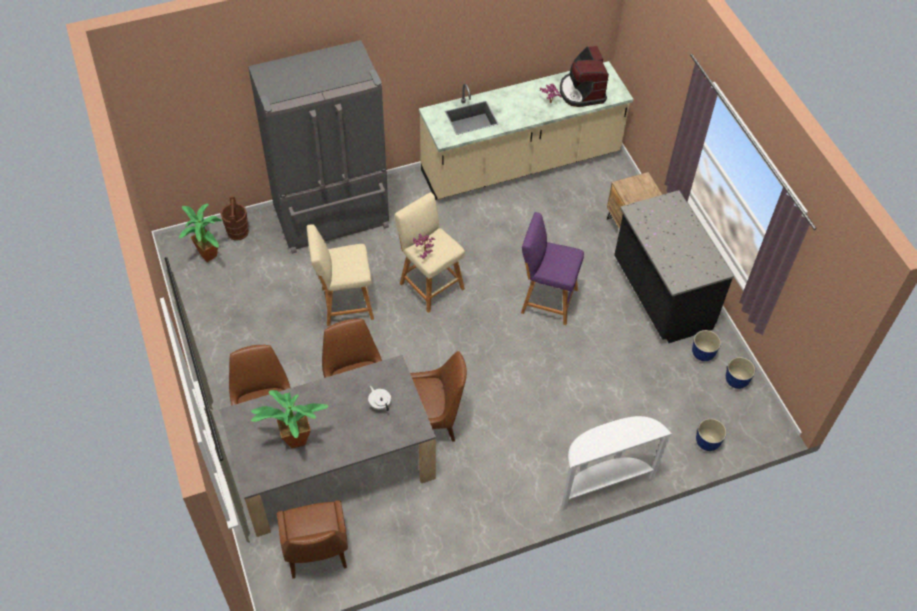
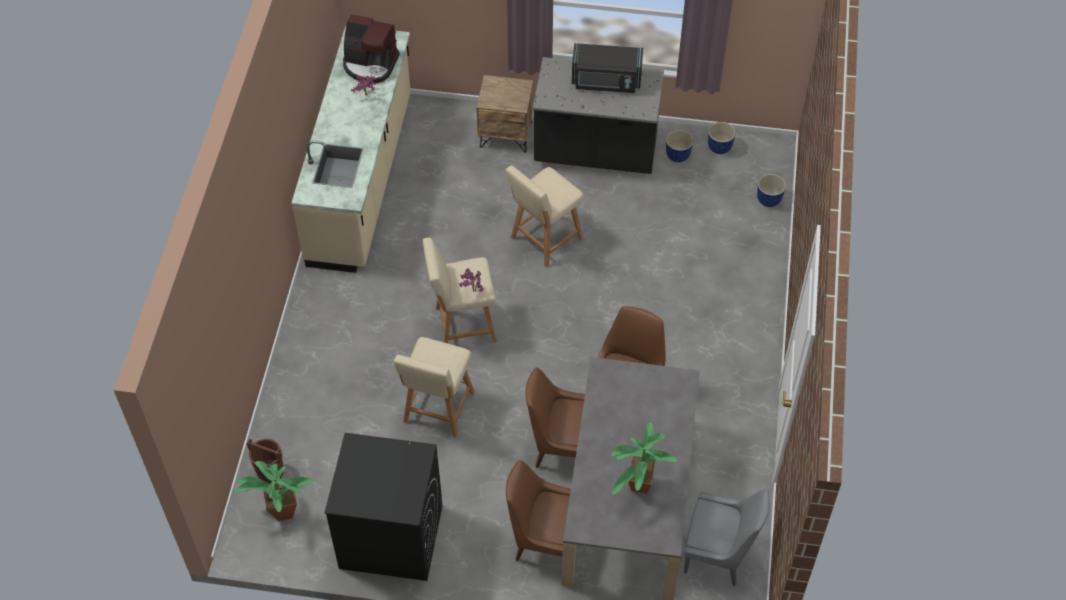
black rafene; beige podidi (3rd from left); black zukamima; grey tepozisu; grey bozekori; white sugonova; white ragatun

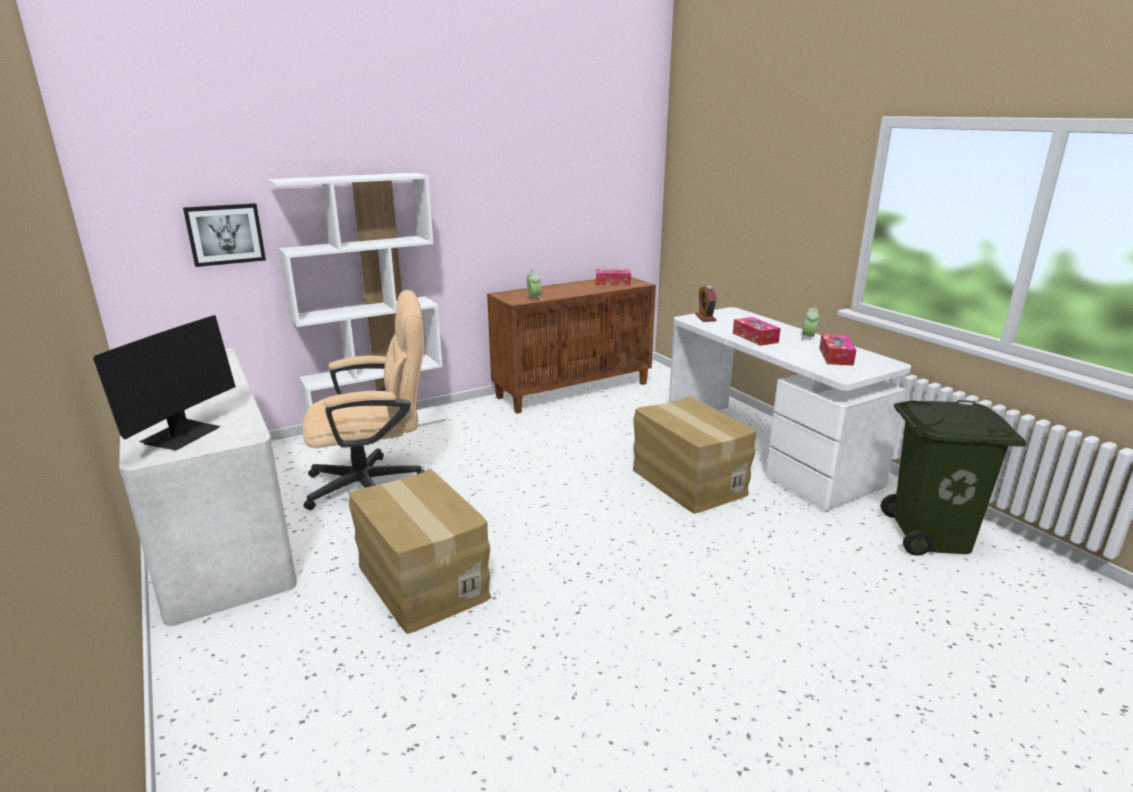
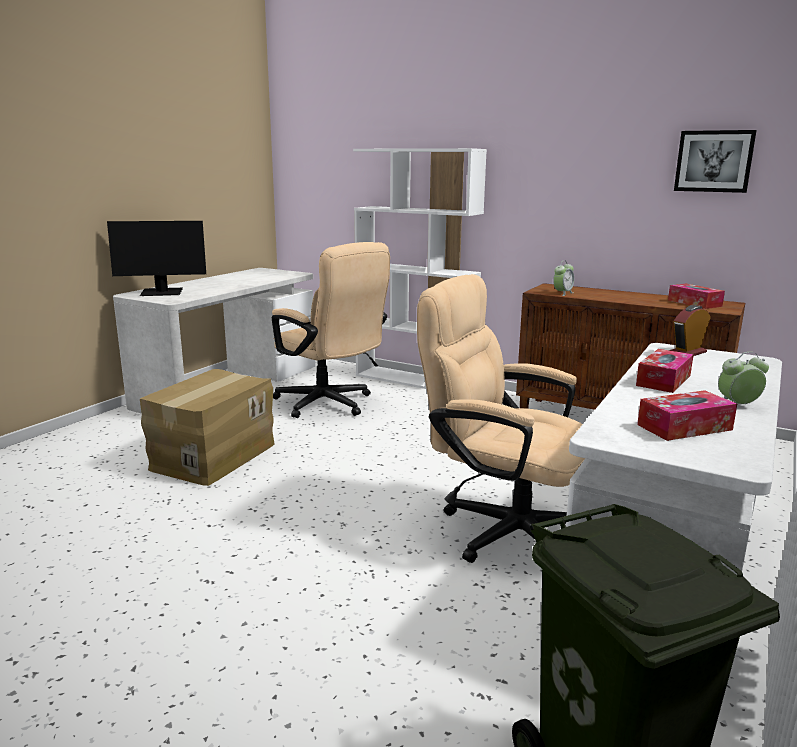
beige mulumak (2nd from left); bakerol

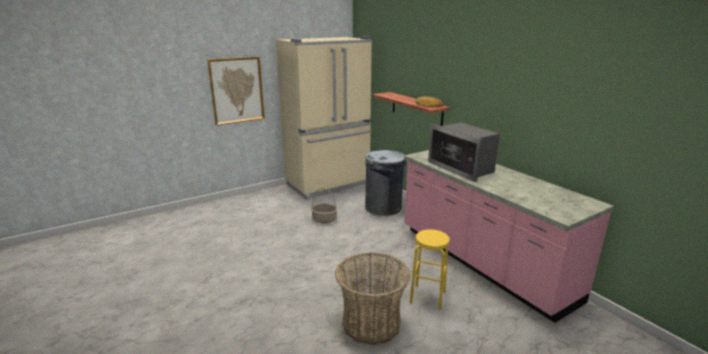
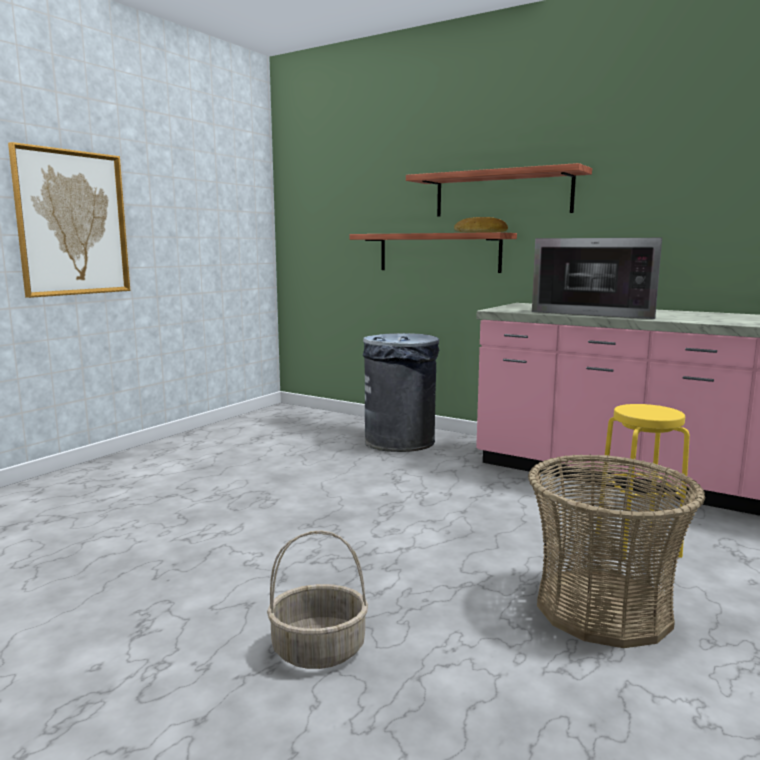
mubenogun (1st from left); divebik (2nd from left); beige bozekori

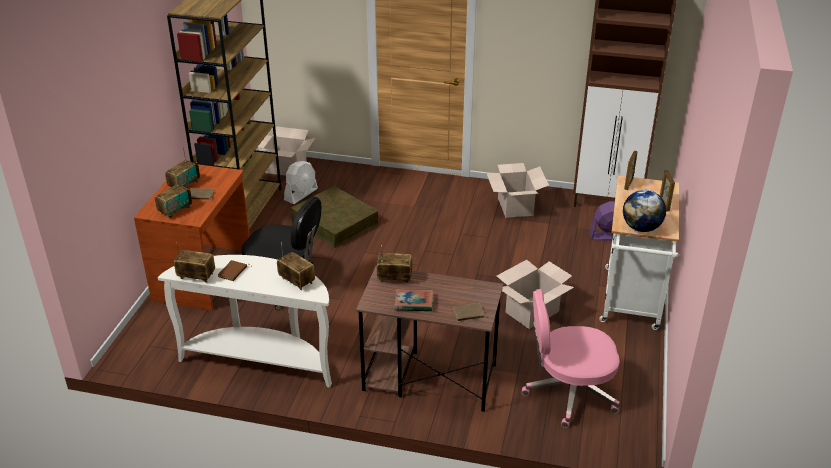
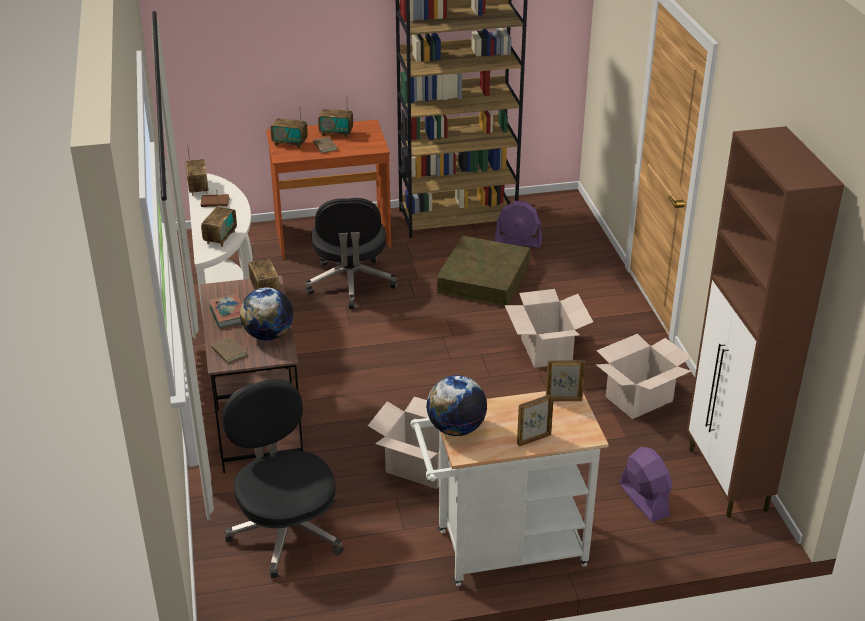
black mulumak (1st from left); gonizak (1st from left); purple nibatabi (1st from left); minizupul (2nd from left)

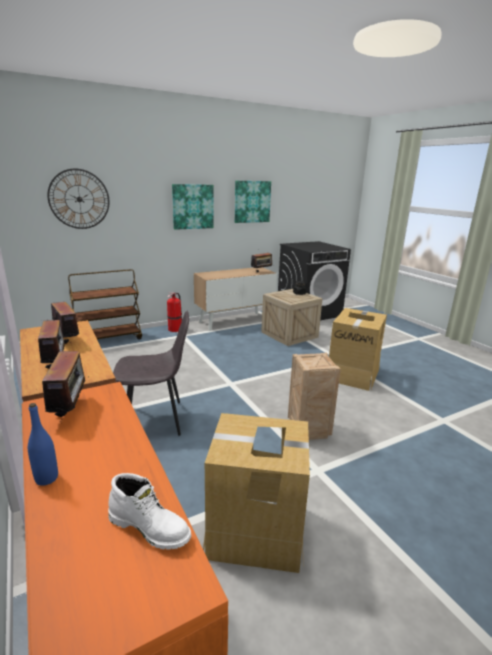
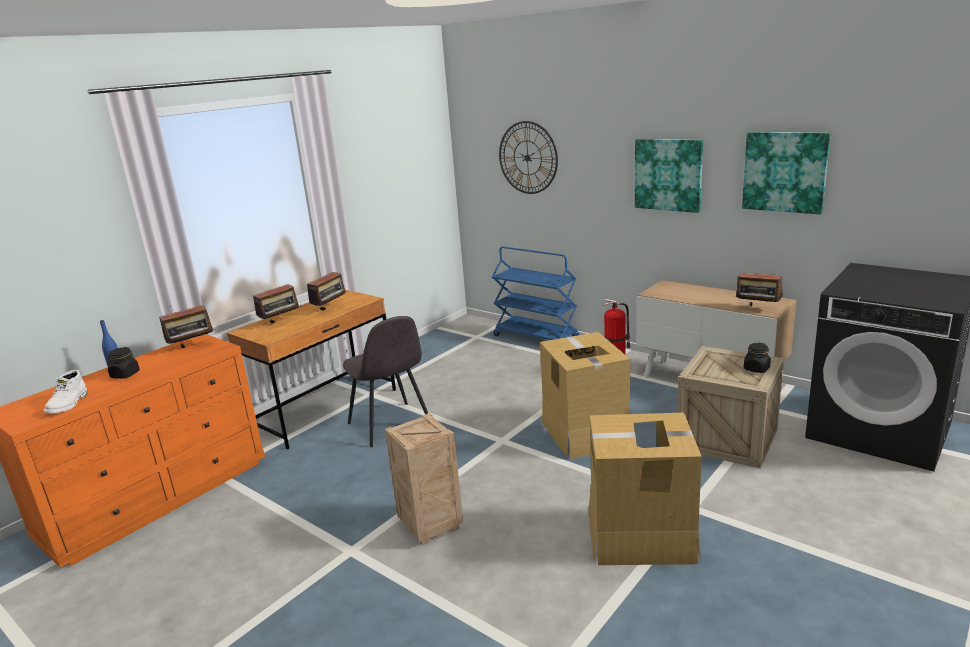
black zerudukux (1st from left); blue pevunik; minizupul (1st from left)

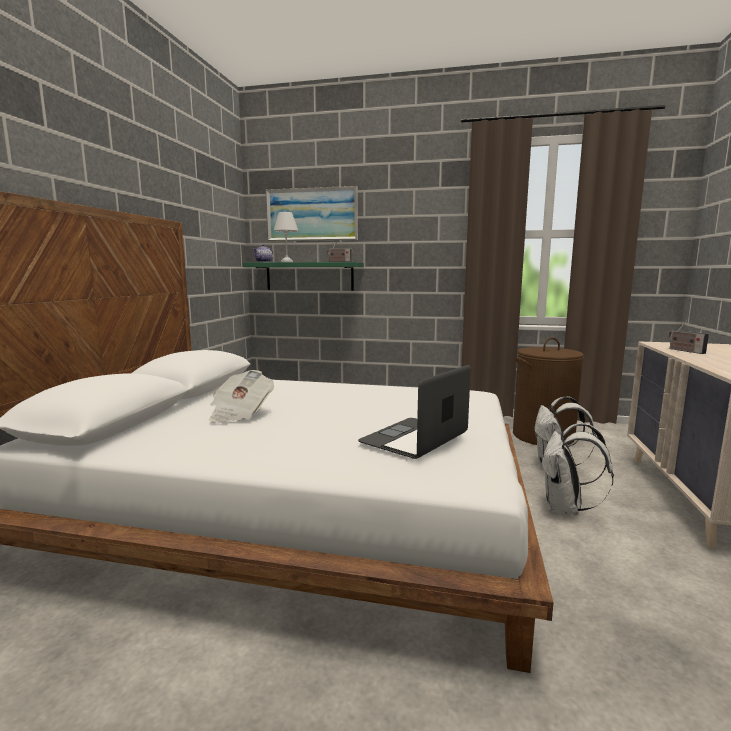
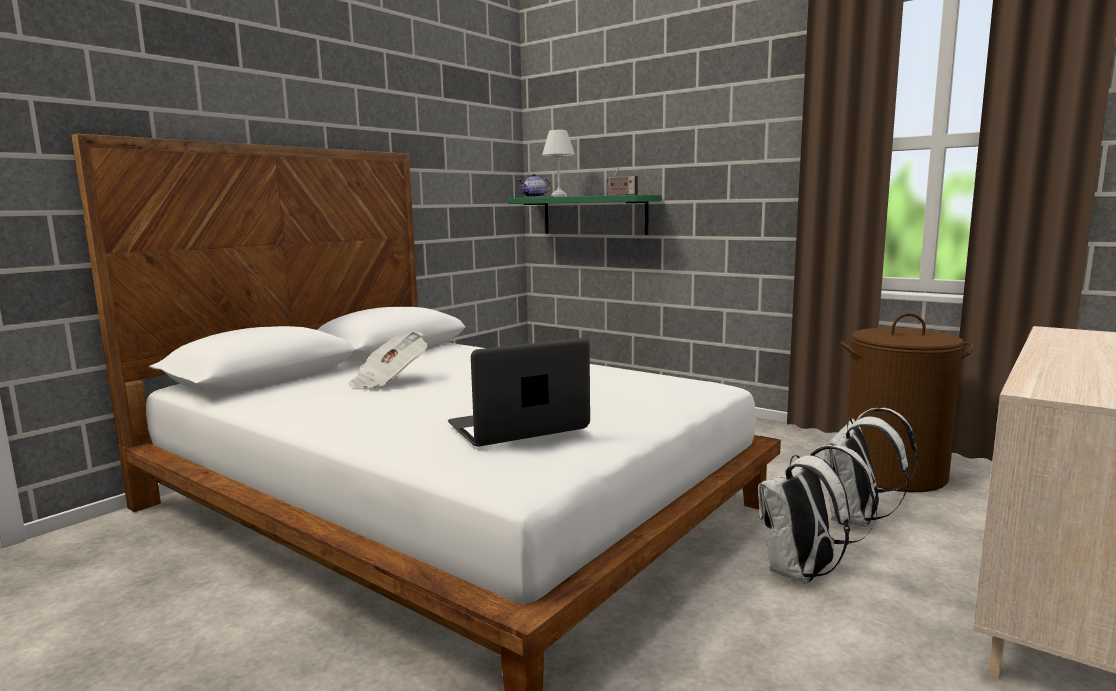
bakerol; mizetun (2nd from left in the first image)

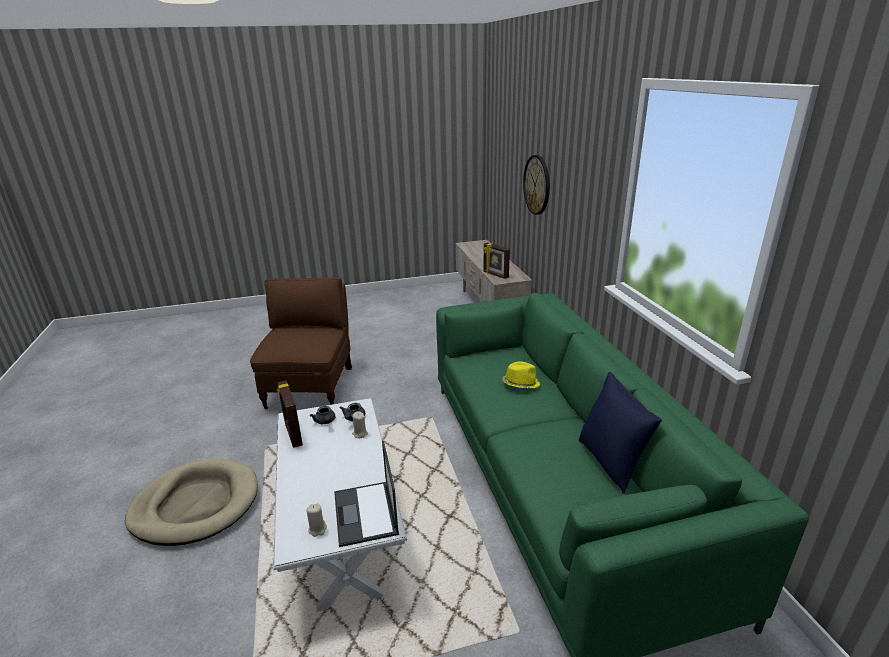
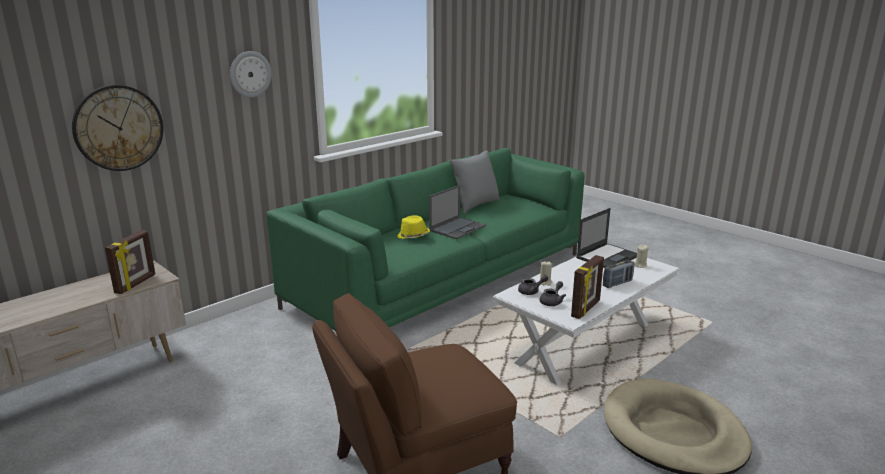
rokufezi (2nd from left); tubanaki (1st from left); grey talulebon; mizetun

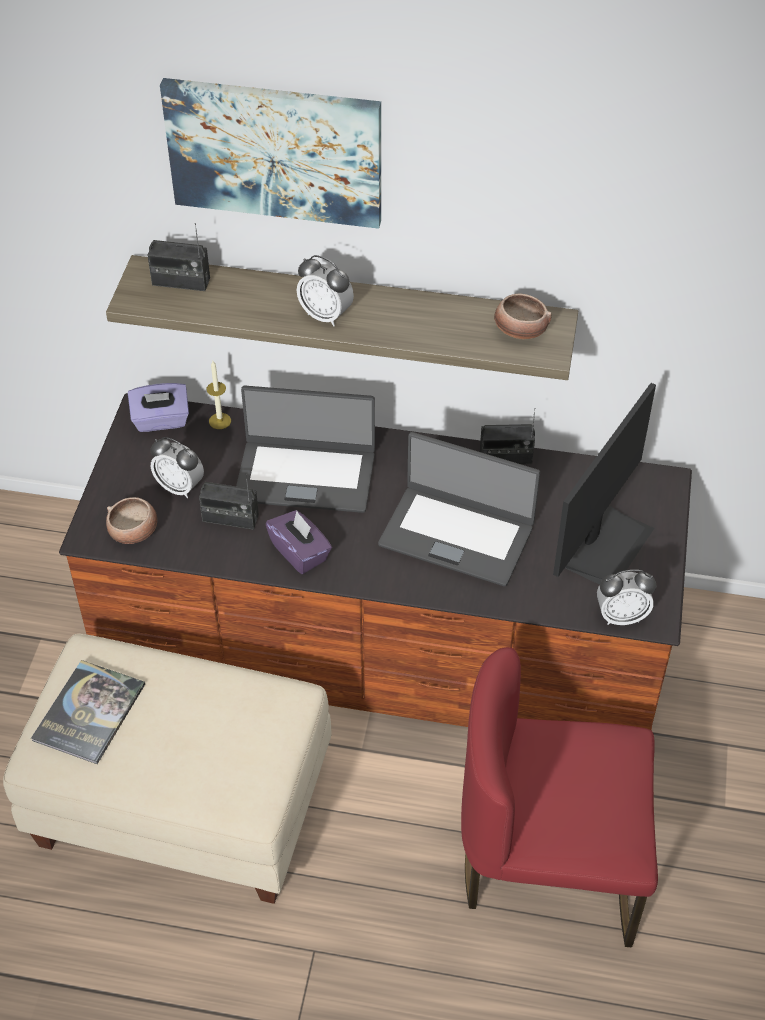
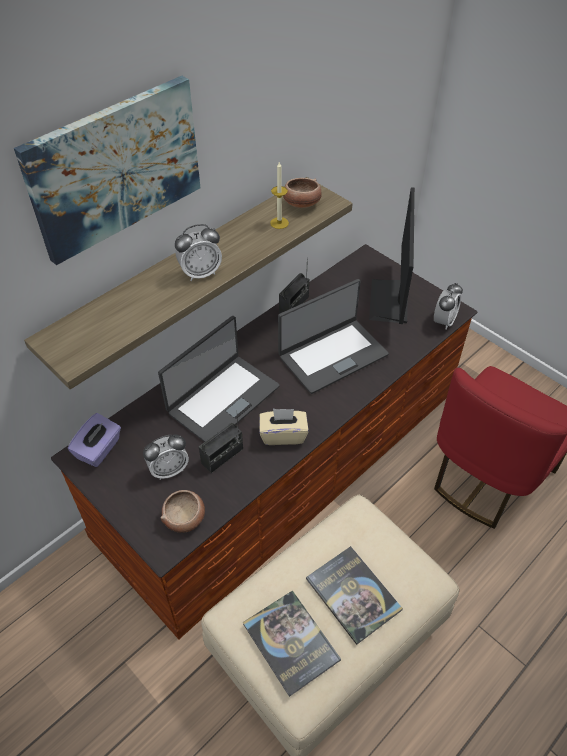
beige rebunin; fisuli; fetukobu (2nd from left); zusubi; mizetun (1st from left in the first image)

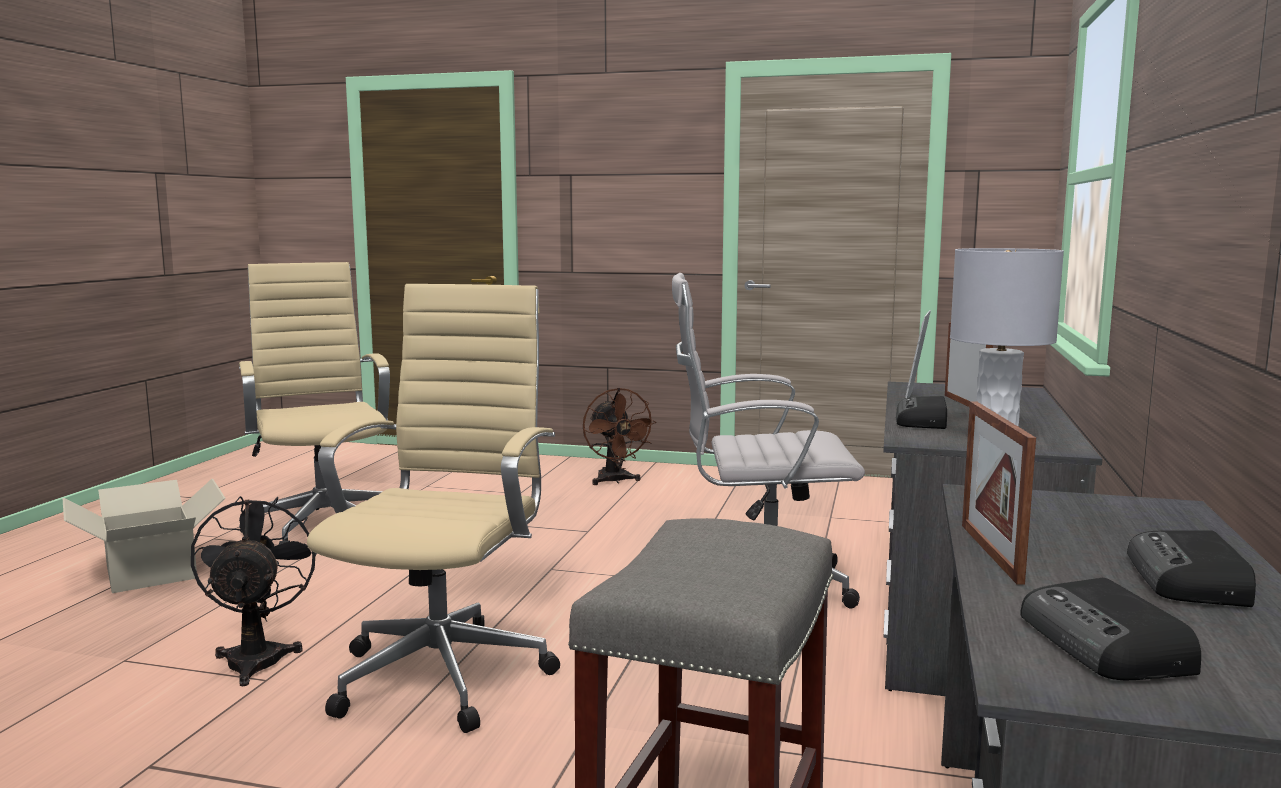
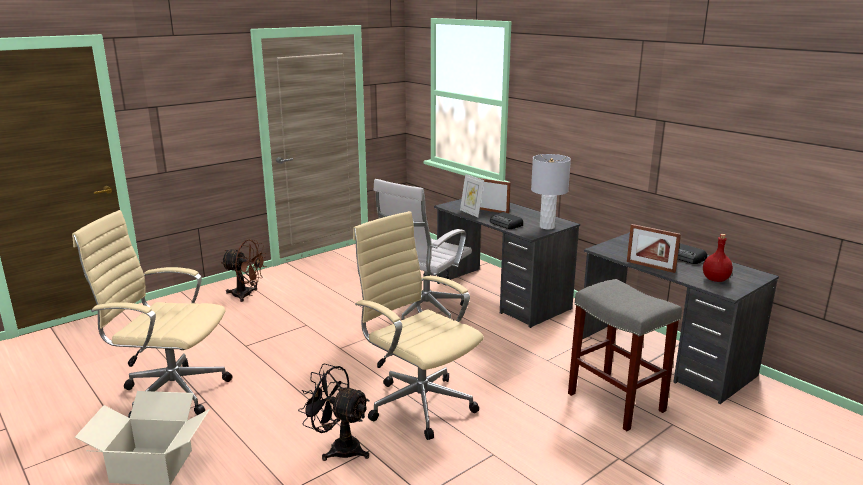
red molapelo

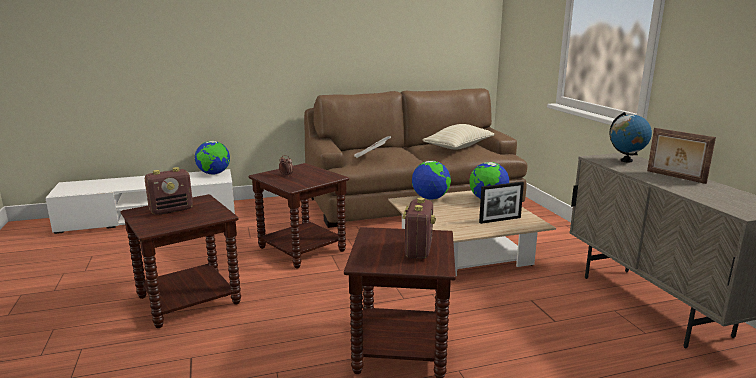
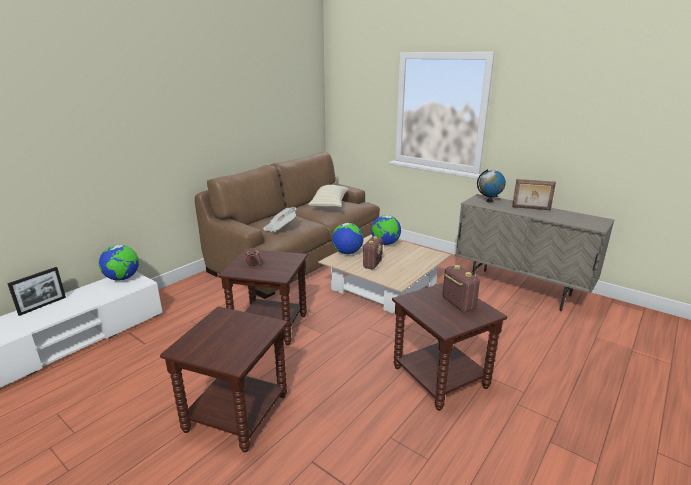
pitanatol (1st from left); mizetun (1st from left)

